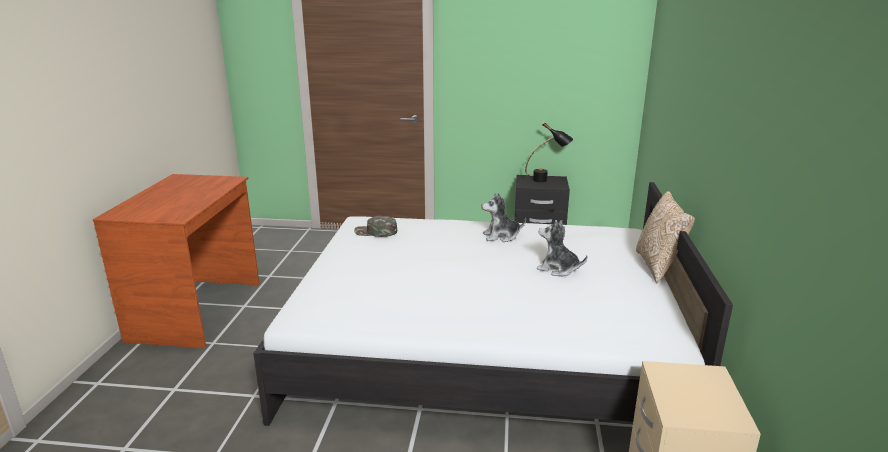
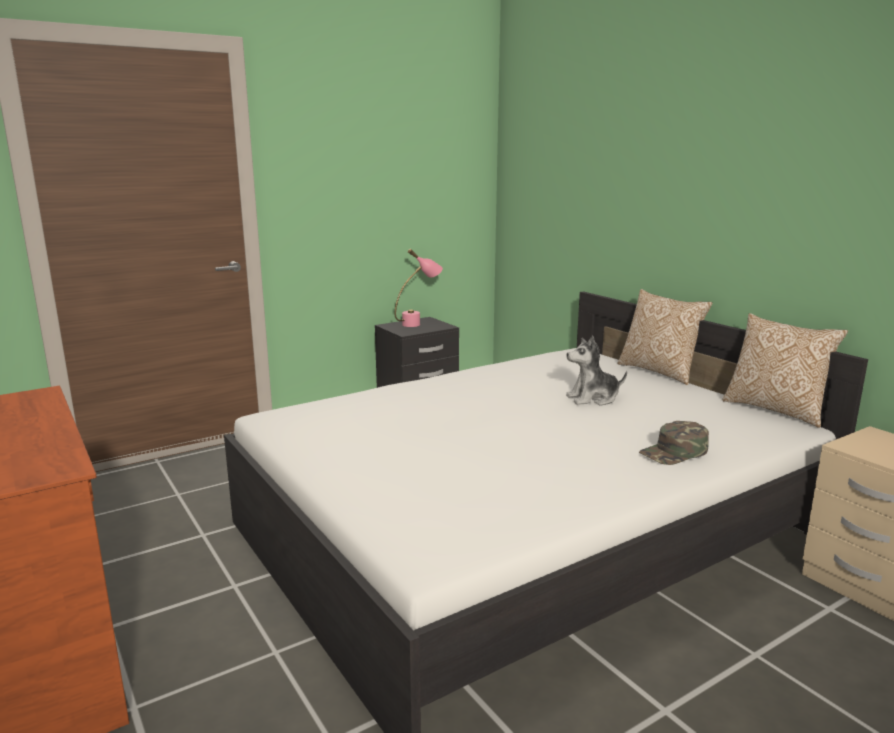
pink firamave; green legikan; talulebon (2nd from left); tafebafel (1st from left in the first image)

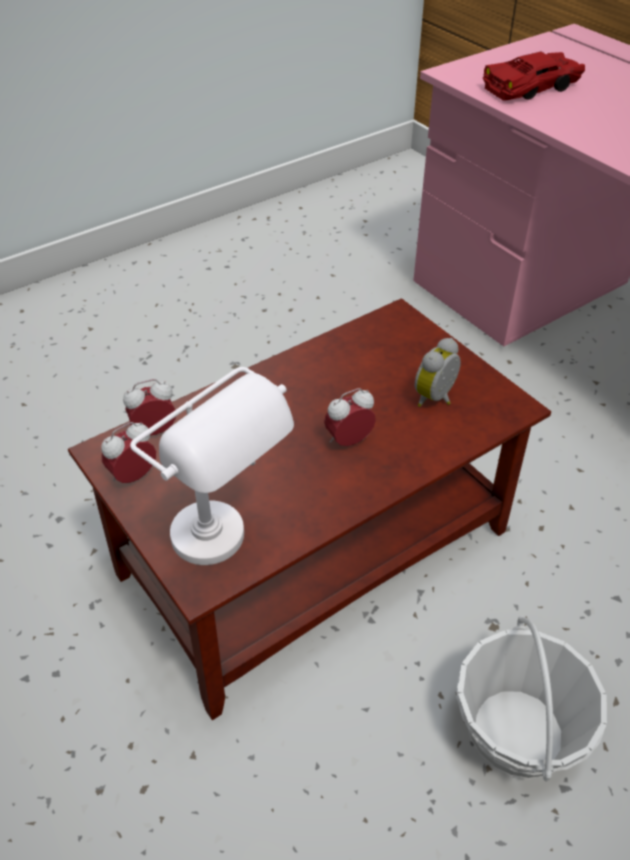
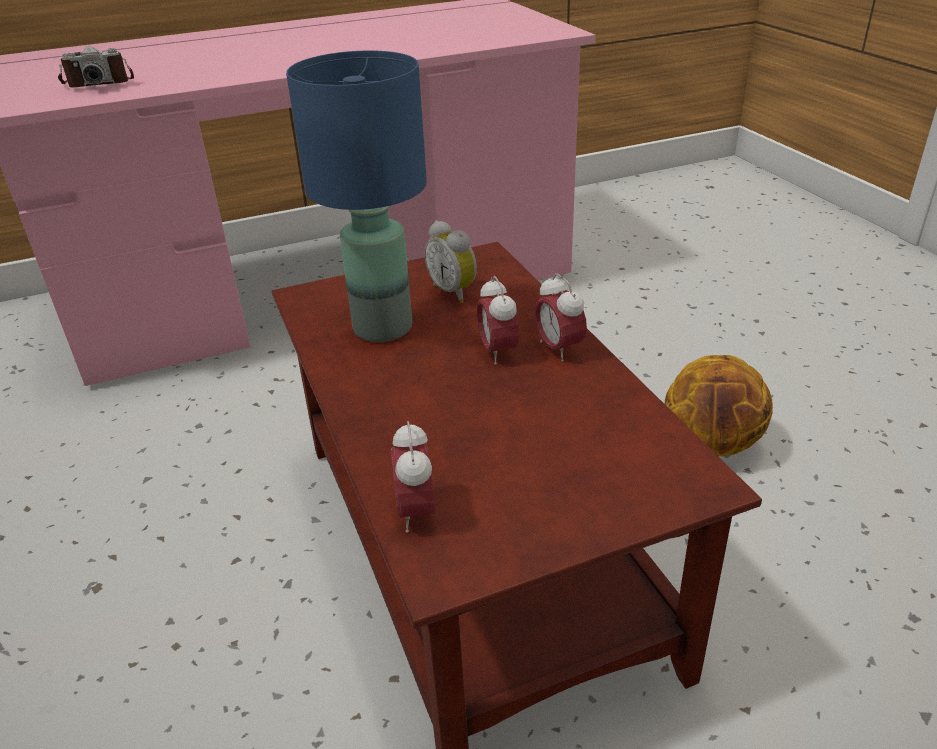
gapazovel; blue firamave; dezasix (4th from left); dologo; white firamave

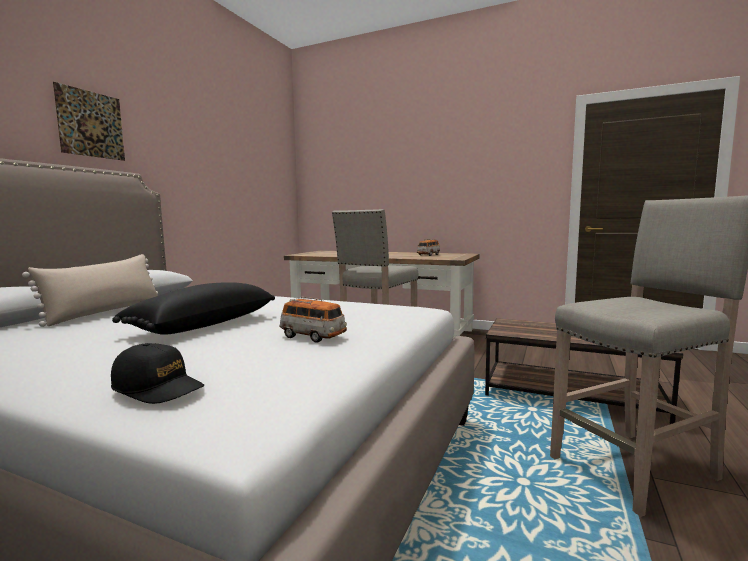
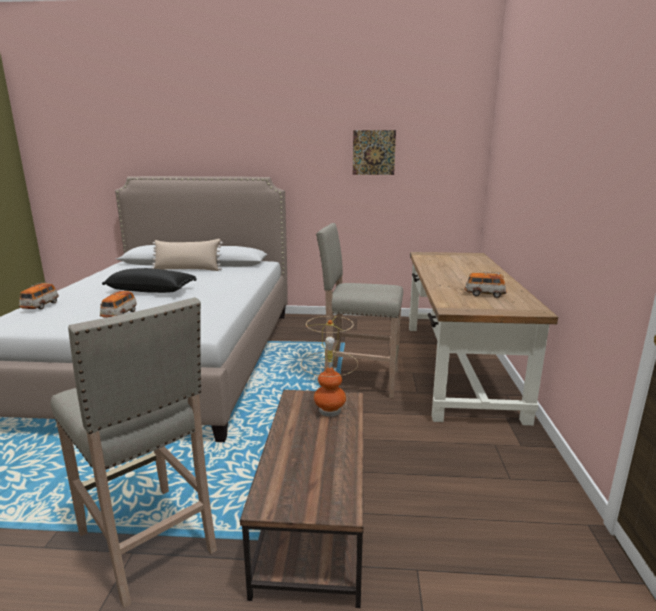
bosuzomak (1st from left); firamave; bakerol

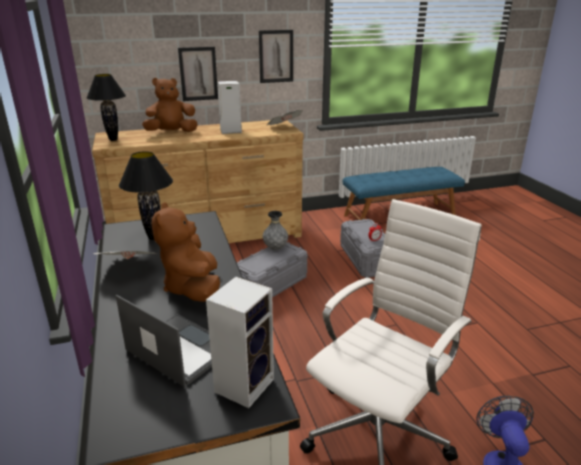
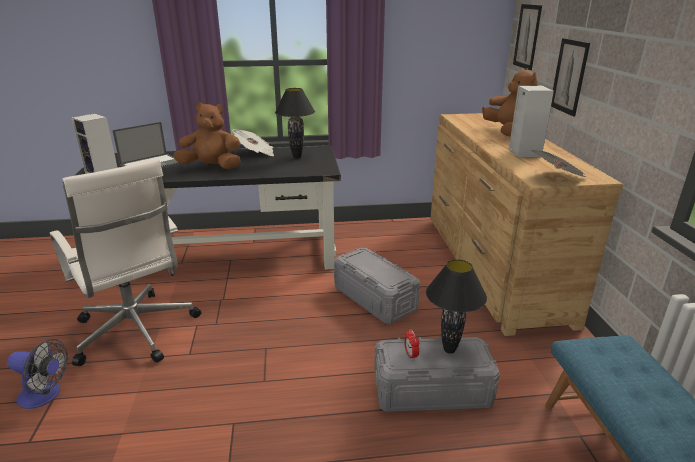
black firamave (2nd from left); bakerol (1st from left); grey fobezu

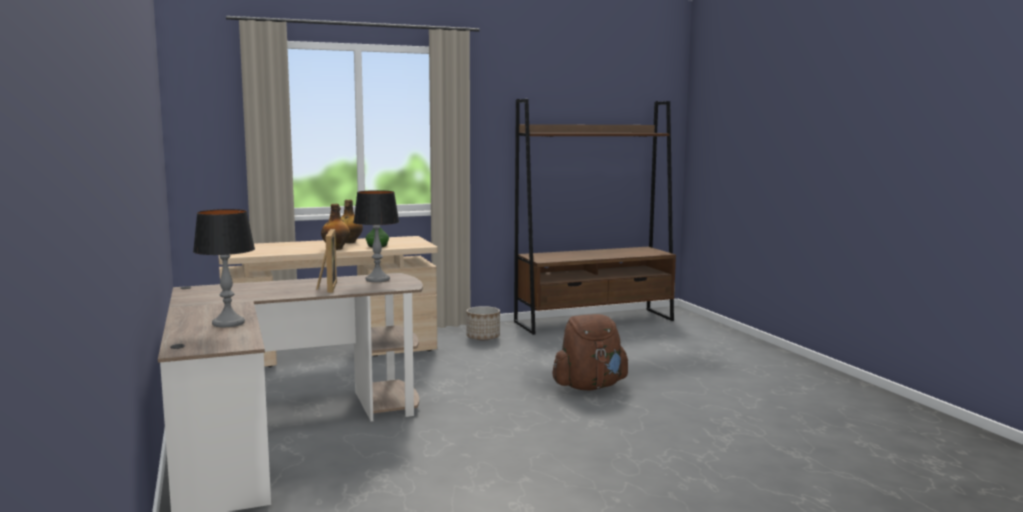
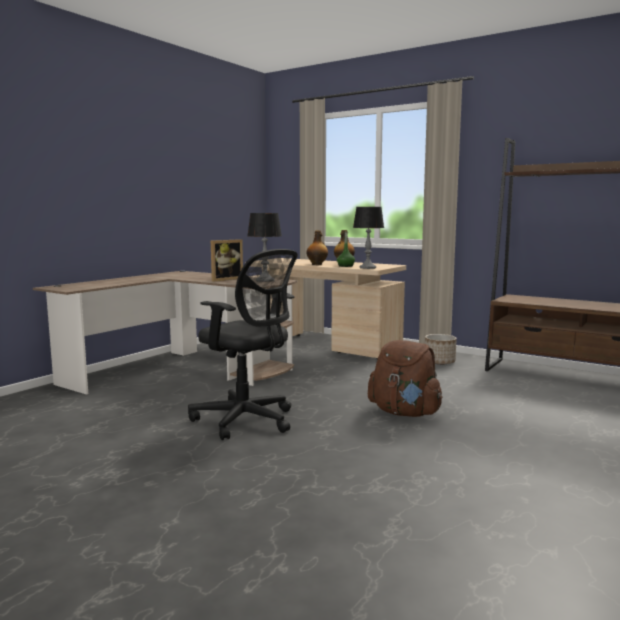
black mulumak; firamave (2nd from left)

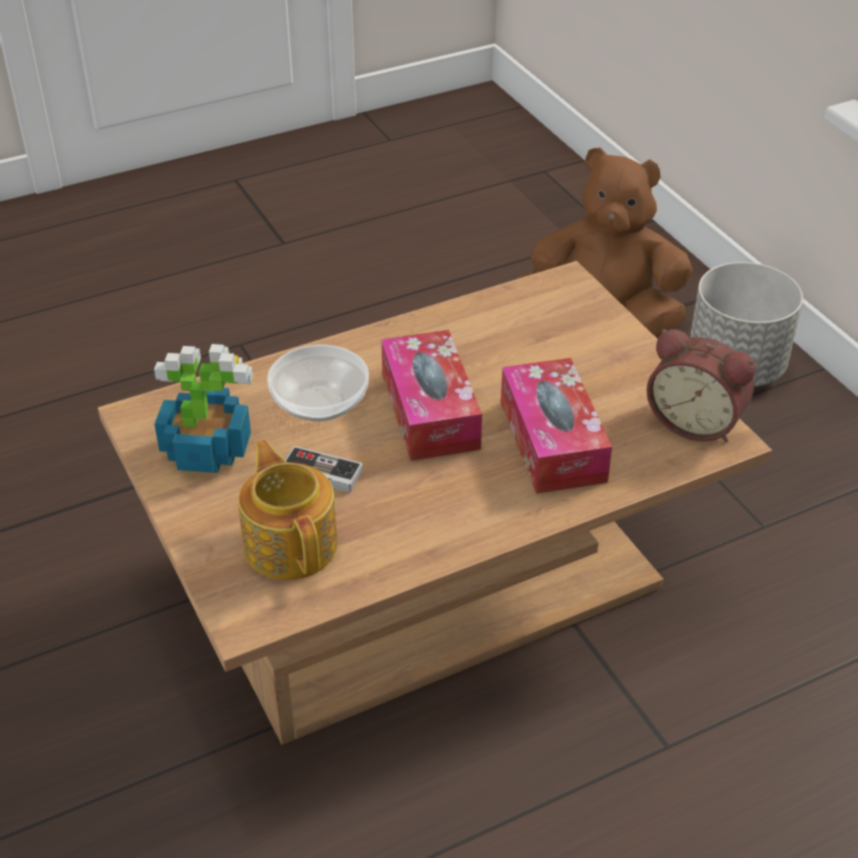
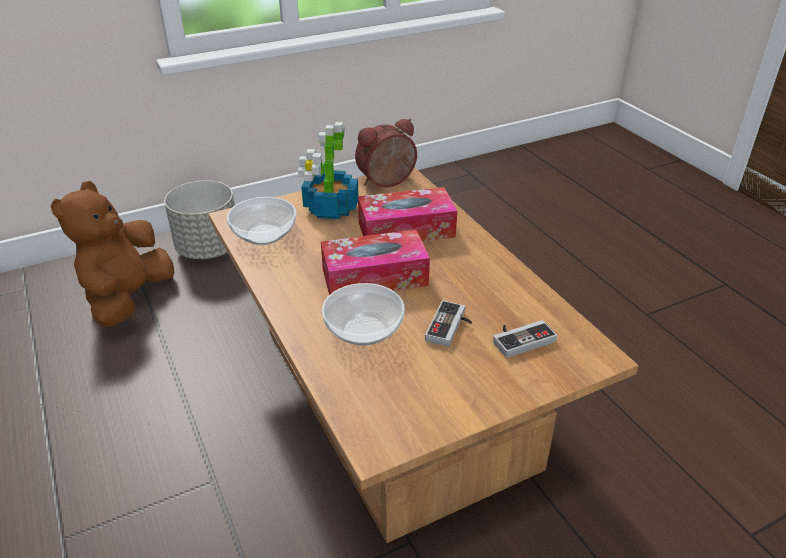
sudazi (1st from left); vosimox; dezasix; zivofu (2nd from left)

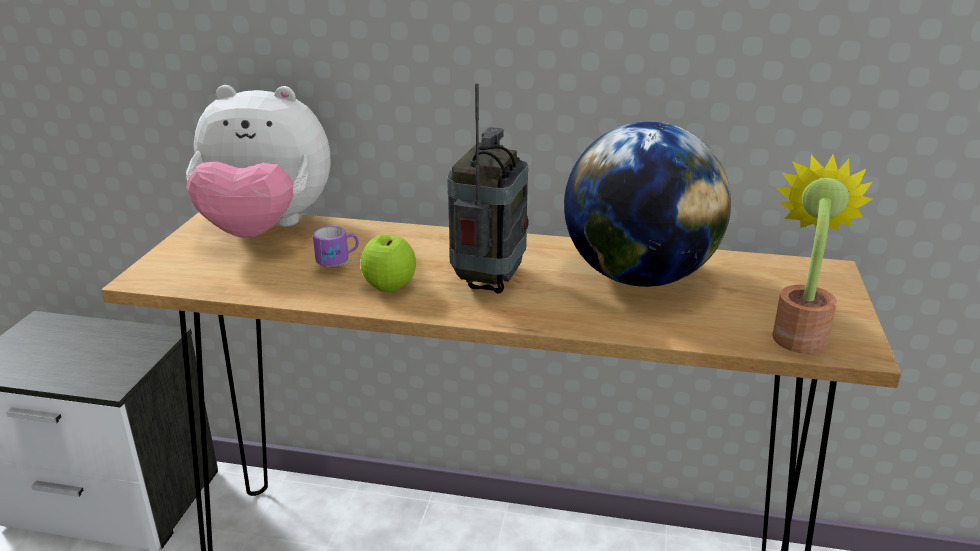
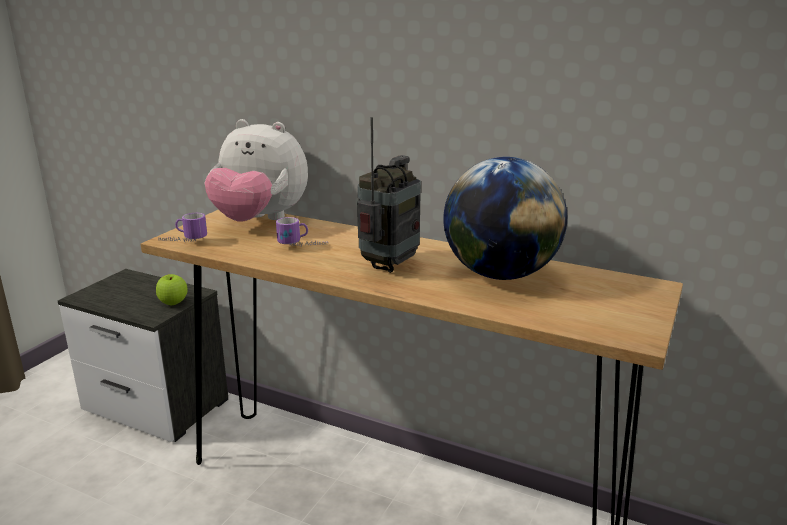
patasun; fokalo (1st from left); vosimox

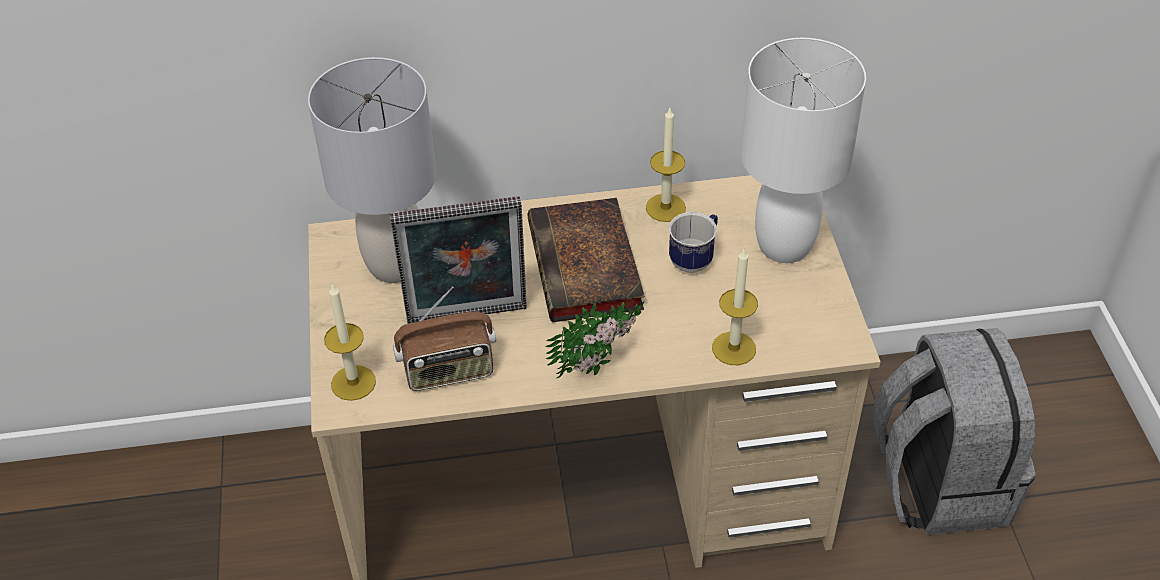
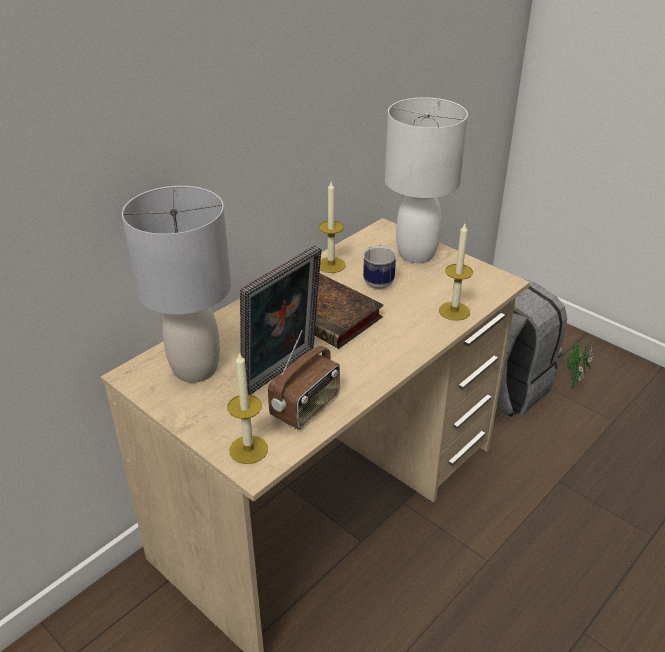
vosimox

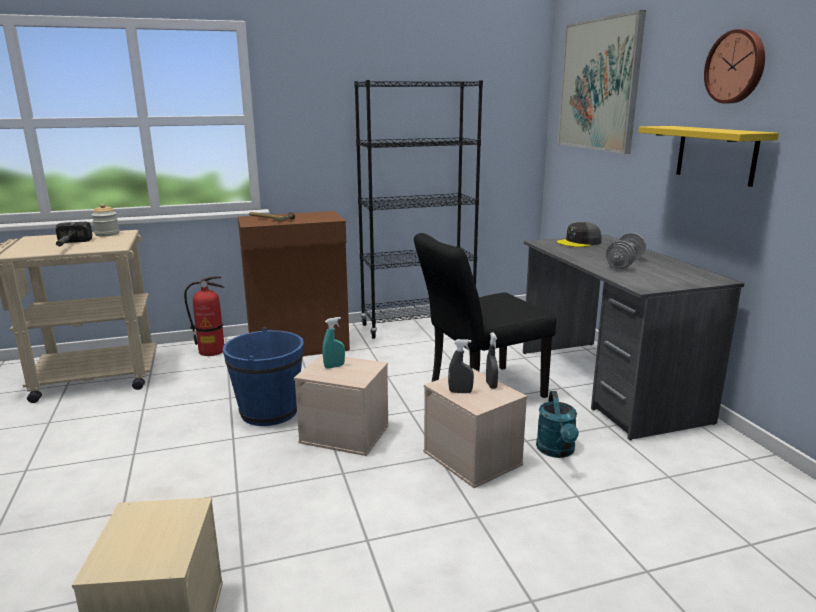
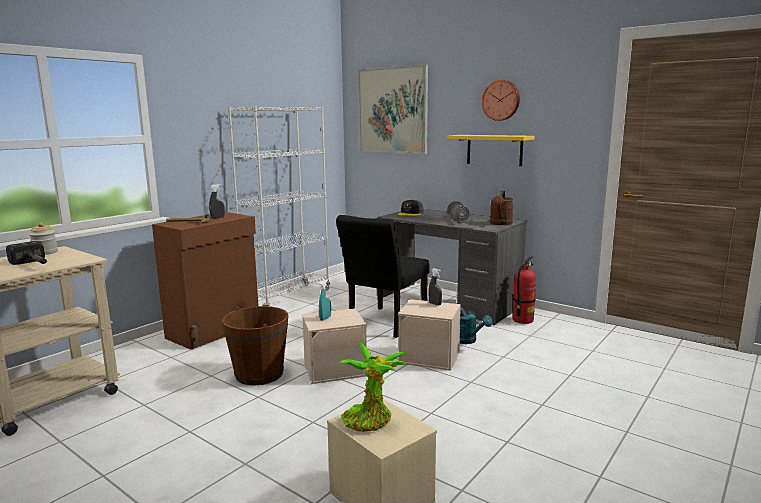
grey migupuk (1st from left); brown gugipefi; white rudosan; vosimox; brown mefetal; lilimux

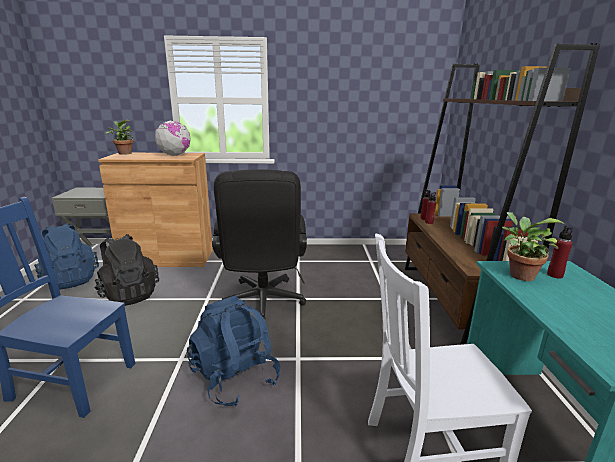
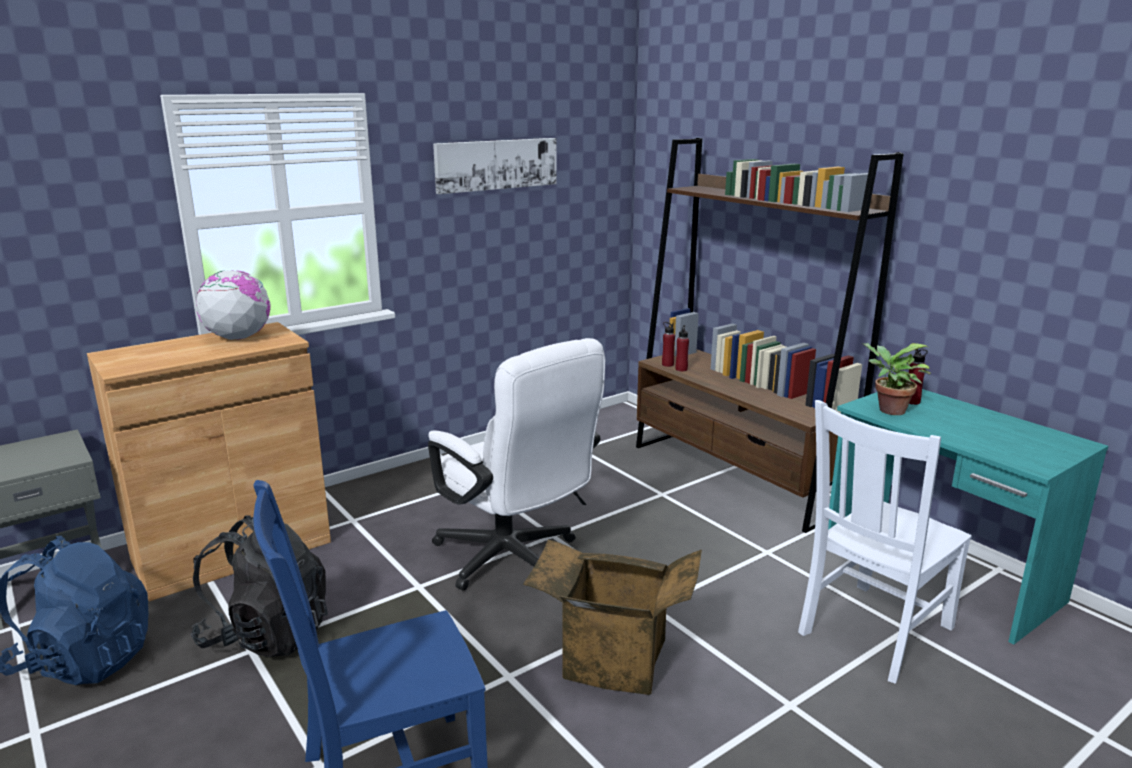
white mulumak; bakerol; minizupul; vosimox (1st from left in the first image)

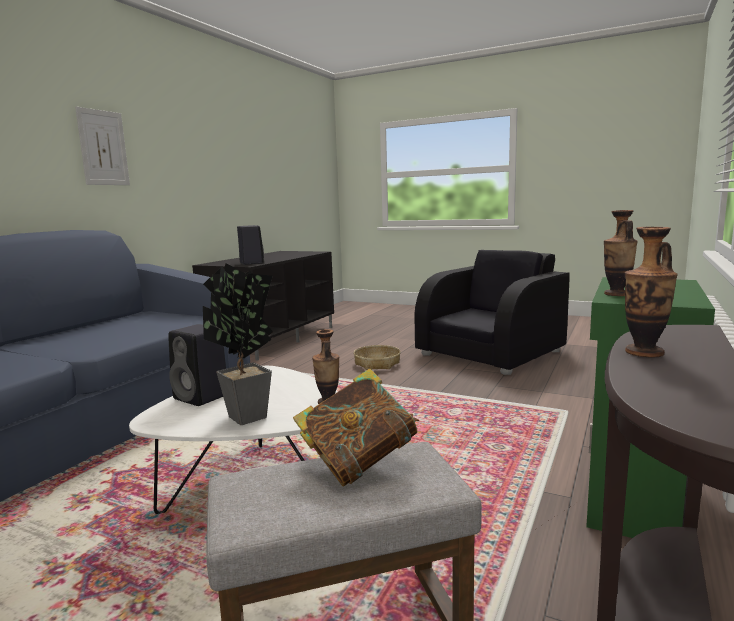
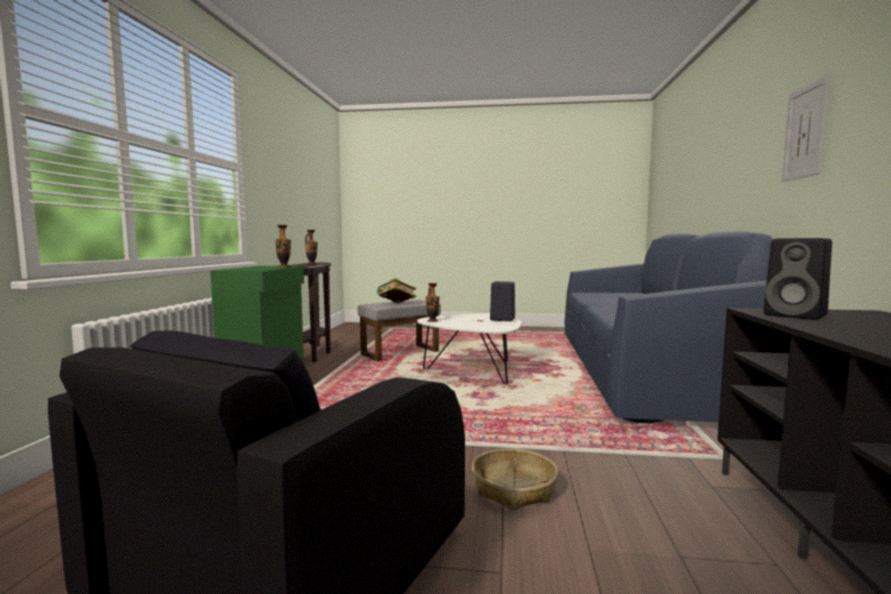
vosimox

